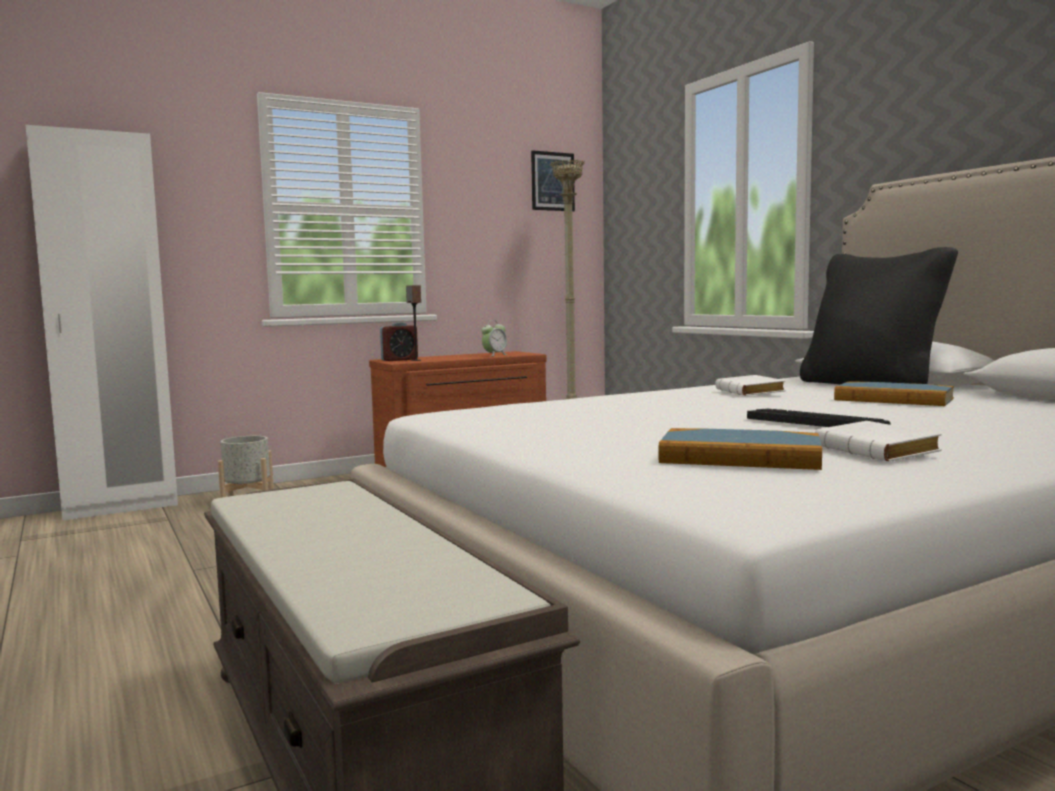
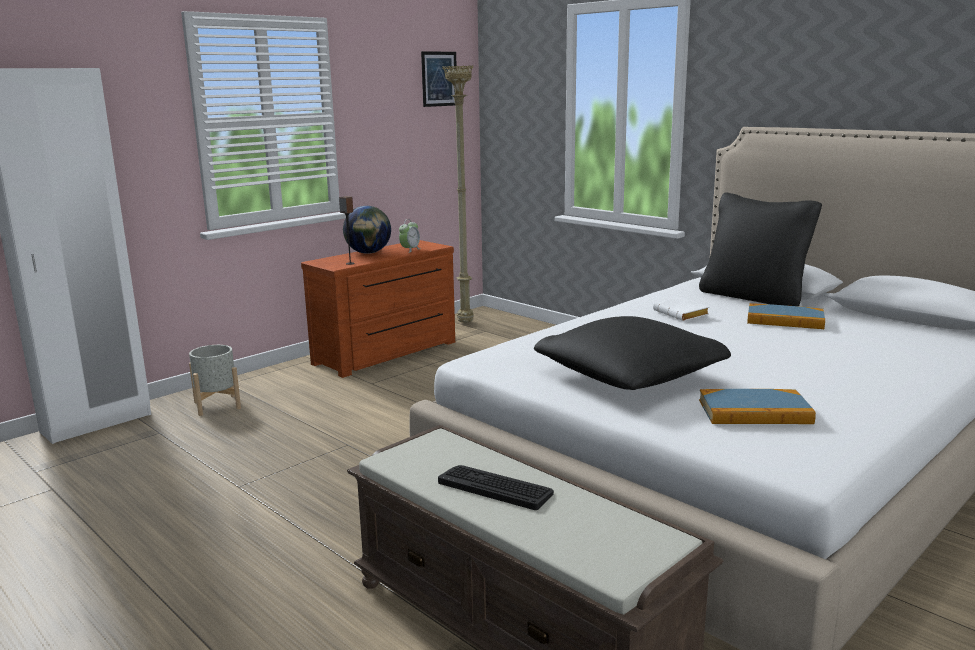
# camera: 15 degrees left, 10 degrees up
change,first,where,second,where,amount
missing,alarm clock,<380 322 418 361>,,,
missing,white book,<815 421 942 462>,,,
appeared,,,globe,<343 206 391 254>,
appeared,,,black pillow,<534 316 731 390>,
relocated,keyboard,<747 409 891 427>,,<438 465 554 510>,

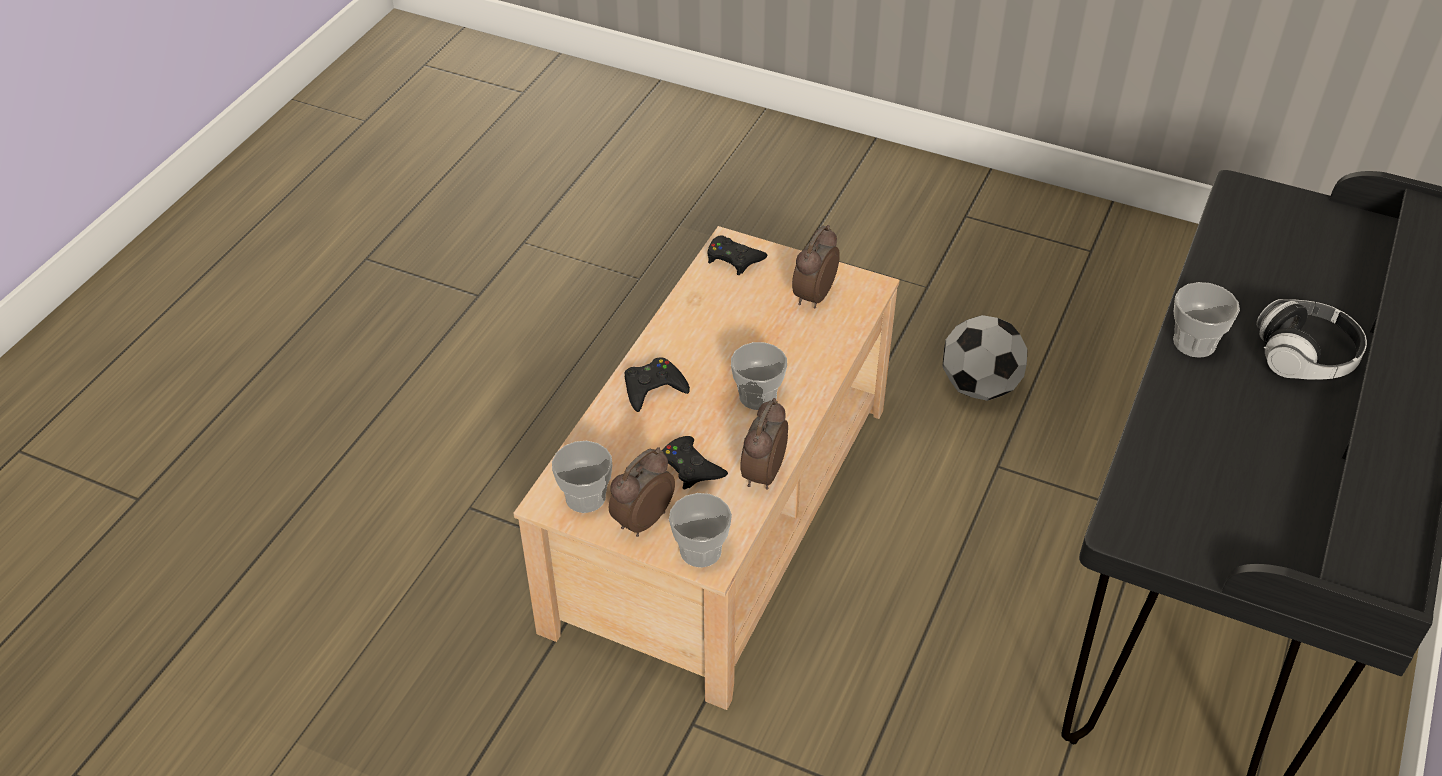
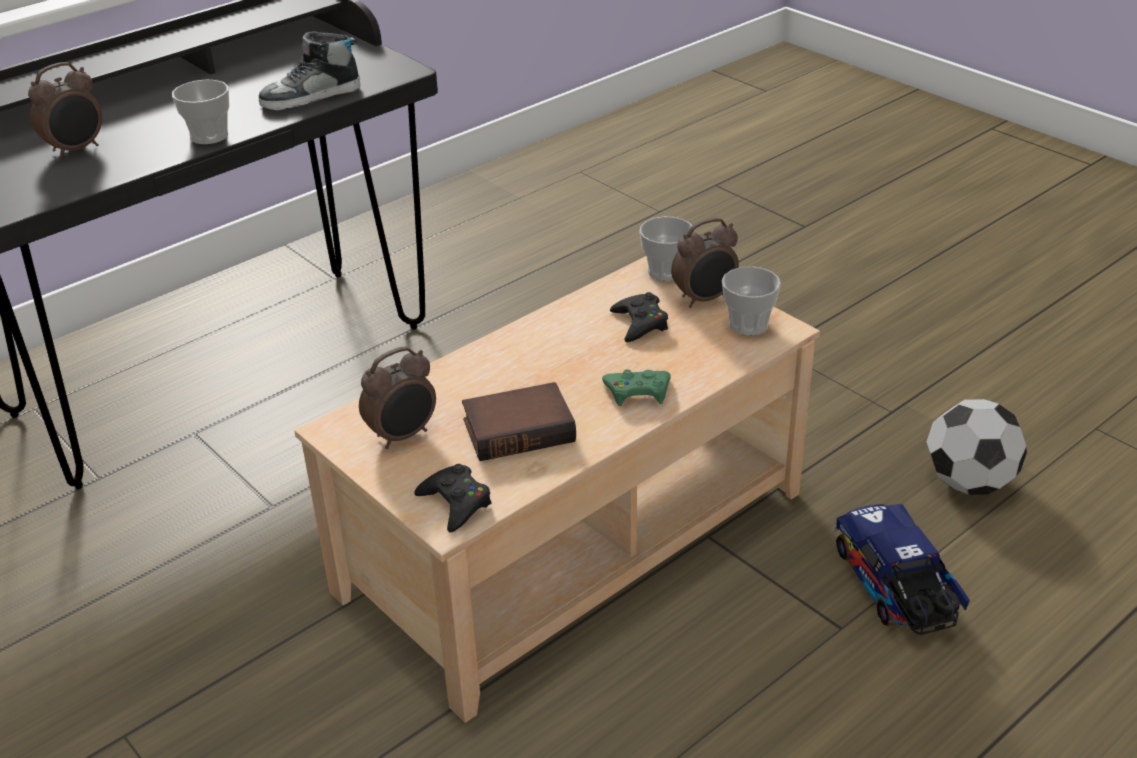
# camera: 155 degrees left, 10 degrees down
change,first,where,second,where,amount
missing,cup,<731 342 787 410>,,,
missing,headphones,<1256 299 1367 380>,,,
appeared,,,shoe,<259 31 360 110>,
appeared,,,book,<462 382 576 461>,
appeared,,,toy truck,<835 504 970 635>,
relocated,alarm clock,<740 398 788 490>,,<28 62 102 159>,
relocated,football,<942 315 1028 401>,,<926 399 1027 495>,
colour,black game controller,<624 358 690 412>,green game controller,<602 369 671 406>,

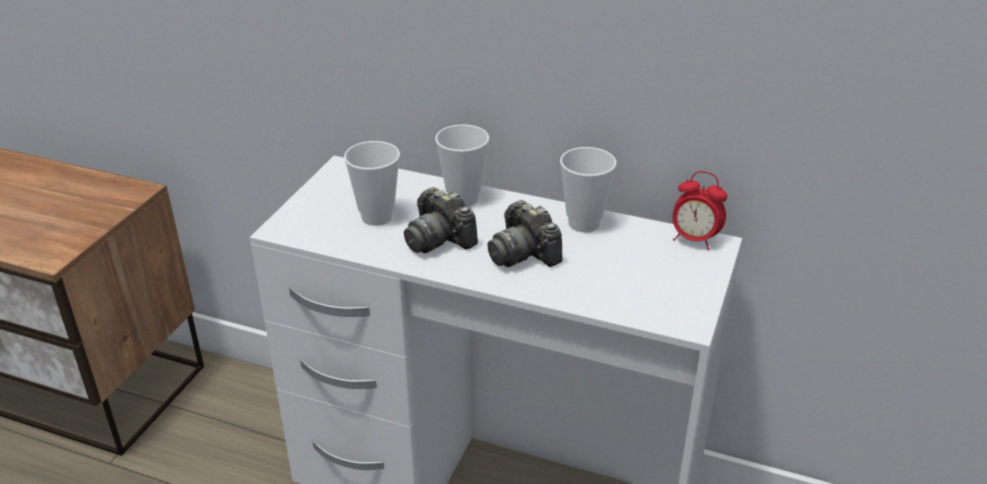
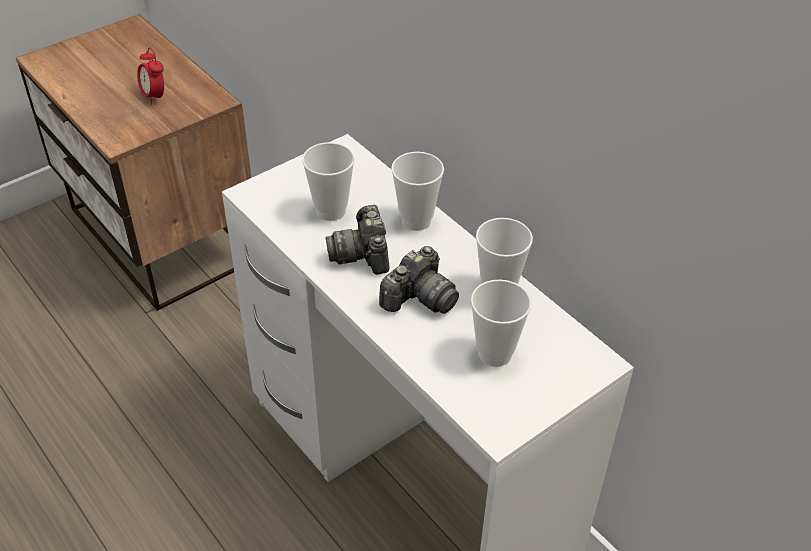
# camera: 30 degrees right, 10 degrees up
change,first,where,second,where,amount
appeared,,,cup,<471 279 531 367>,
relocated,alarm clock,<673 171 727 250>,,<137 48 164 105>,
spun,photo camera,<487 200 563 267>,,<379 246 459 314>,135 degrees counterclockwise

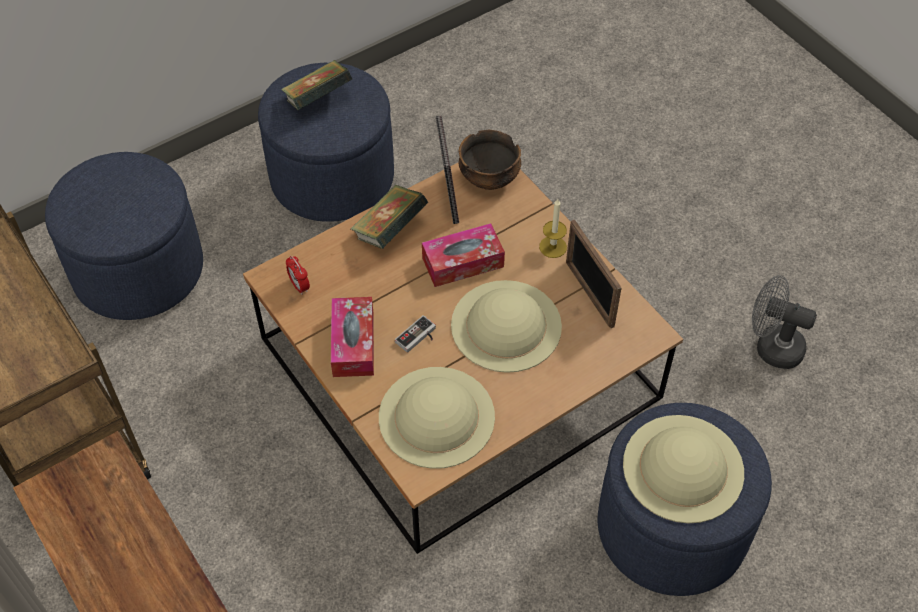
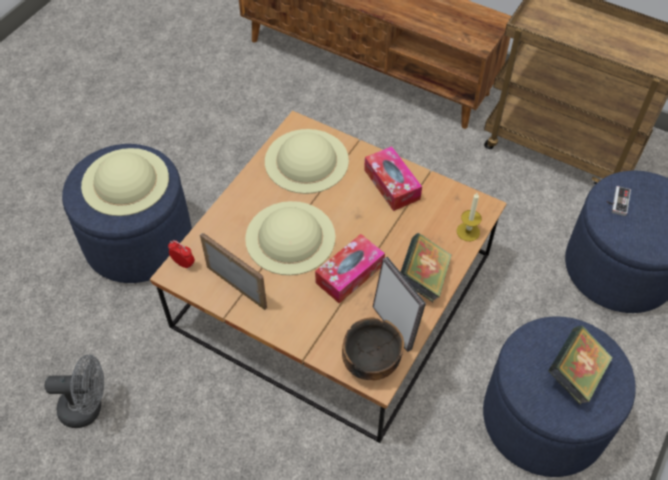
# camera: 155 degrees right, 0 degrees up
change,first,where,second,where,amount
relocated,alarm clock,<286 256 310 295>,,<168 240 195 269>,
relocated,game controller,<395 315 436 353>,,<606 186 631 216>,
relocated,candle,<539 199 567 258>,,<457 193 482 241>,

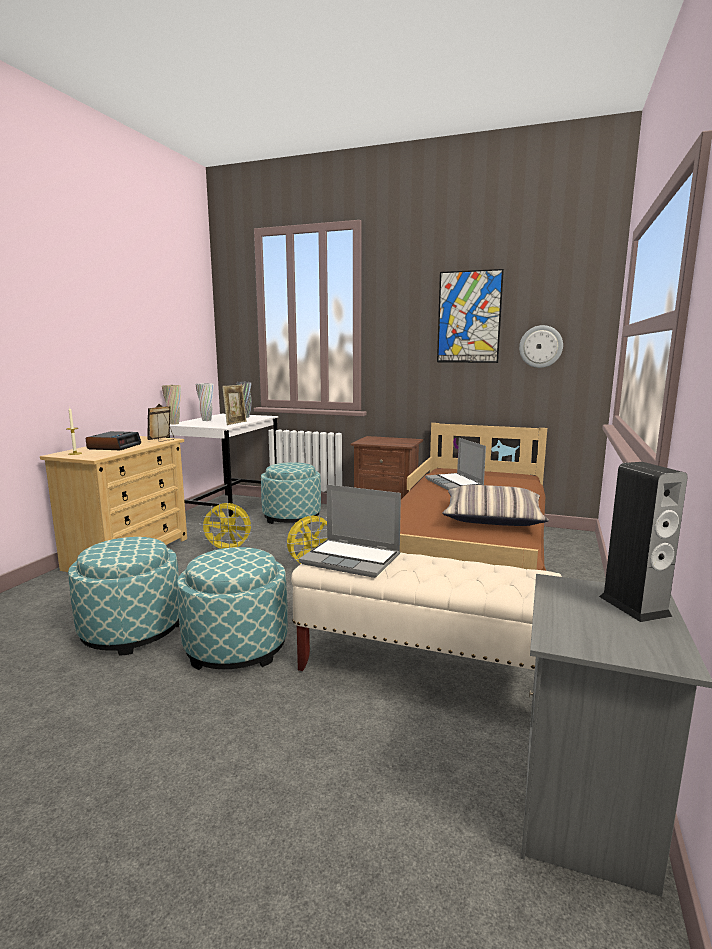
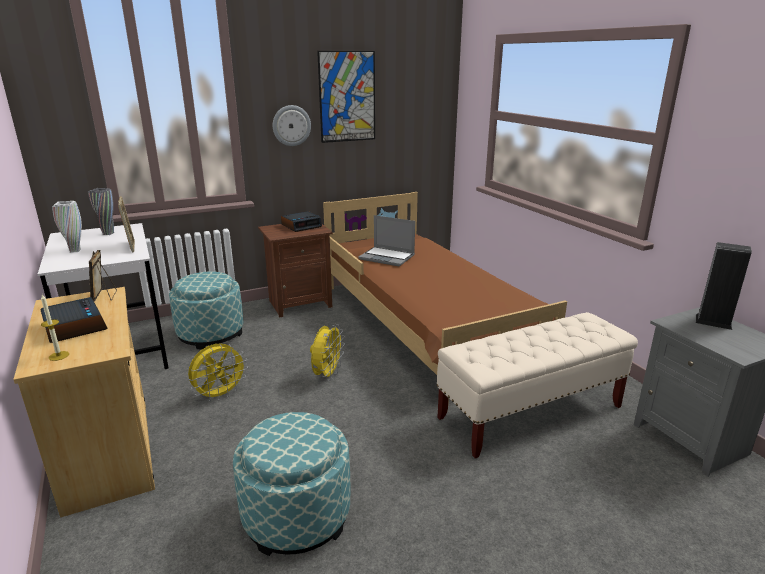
# camera: 45 degrees left, 10 degrees up
change,first,where,second,where,amount
missing,beige vase,<162 385 181 425>,,,
missing,ottoman,<177 547 288 670>,,,
missing,laptop,<299 484 401 578>,,,
missing,pillow,<442 485 549 526>,,,
appeared,,,alarm clock,<281 211 322 232>,
relocated,wall clock,<519 325 563 368>,,<273 105 311 146>,

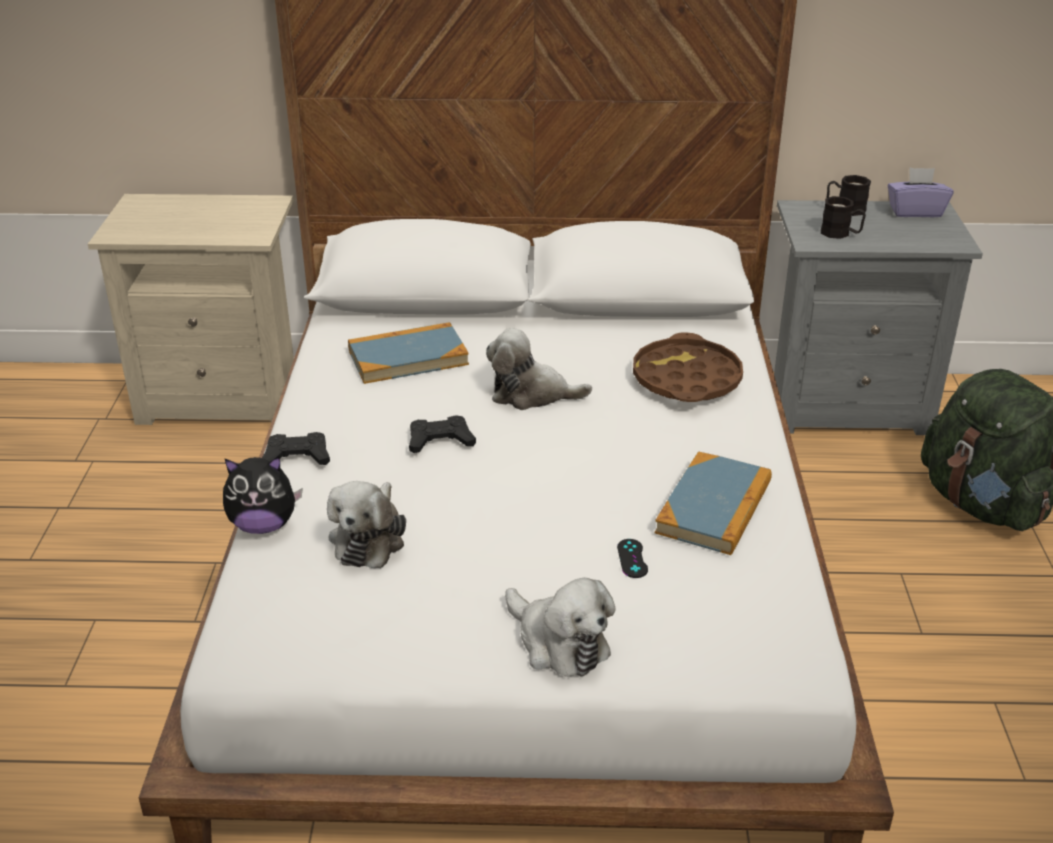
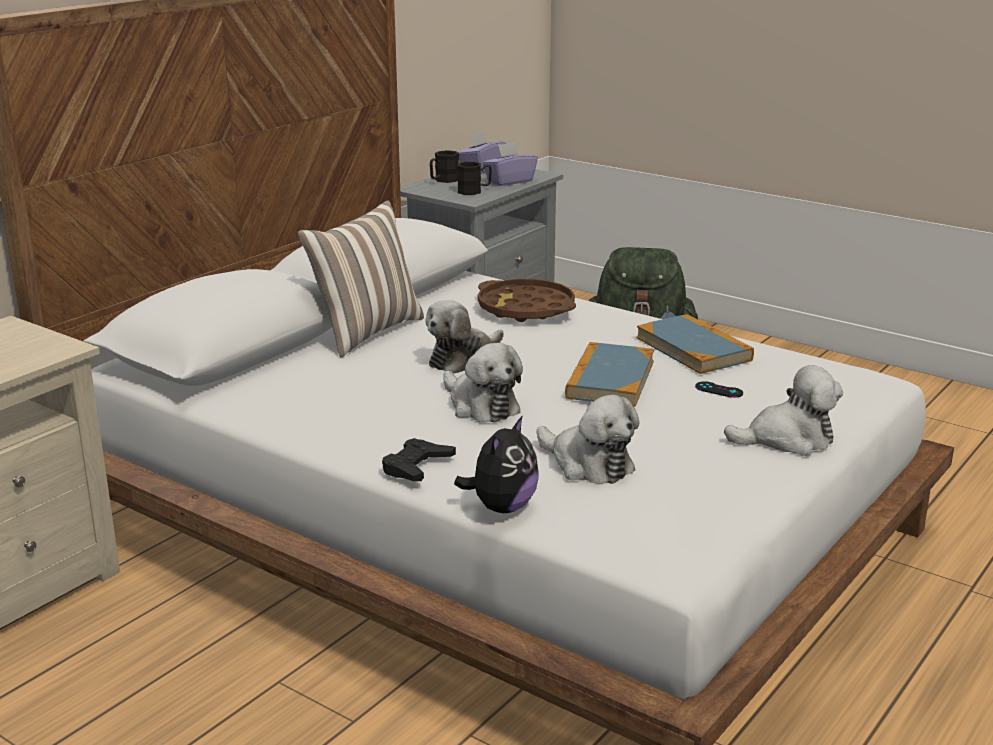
# camera: 55 degrees left, 10 degrees down
change,first,where,second,where,amount
appeared,,,pillow,<298 201 424 357>,
appeared,,,purple tissue box,<483 142 538 186>,
relocated,book,<348 322 469 384>,,<565 342 654 407>,
exchanged,black game controller,<409 415 476 453>,plush toy,<443 343 523 423>,

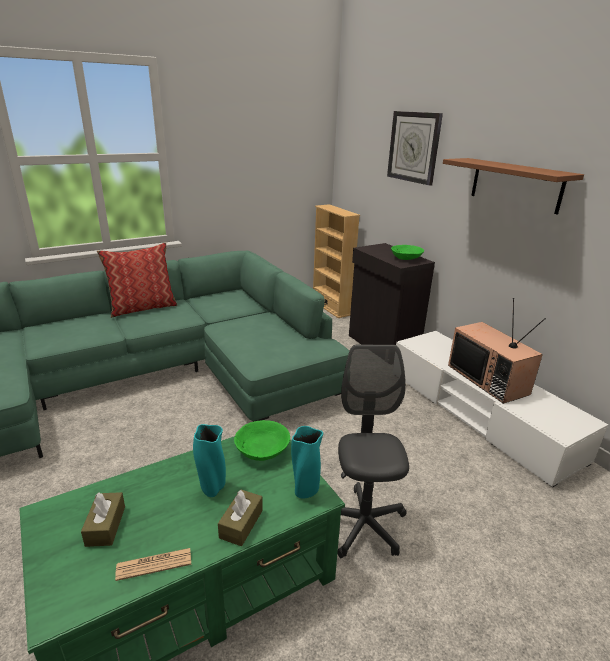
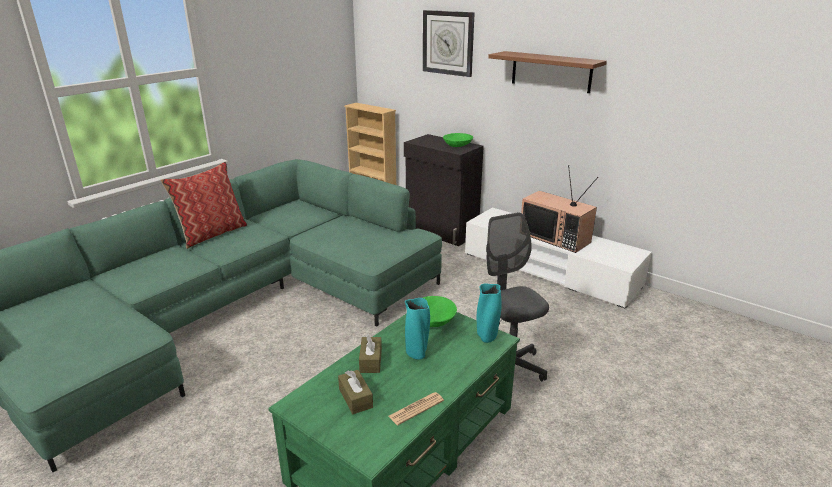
# camera: 20 degrees left, 0 degrees up
change,first,where,second,where,amount
relocated,brown tissue box,<218 489 263 546>,,<359 334 382 373>,

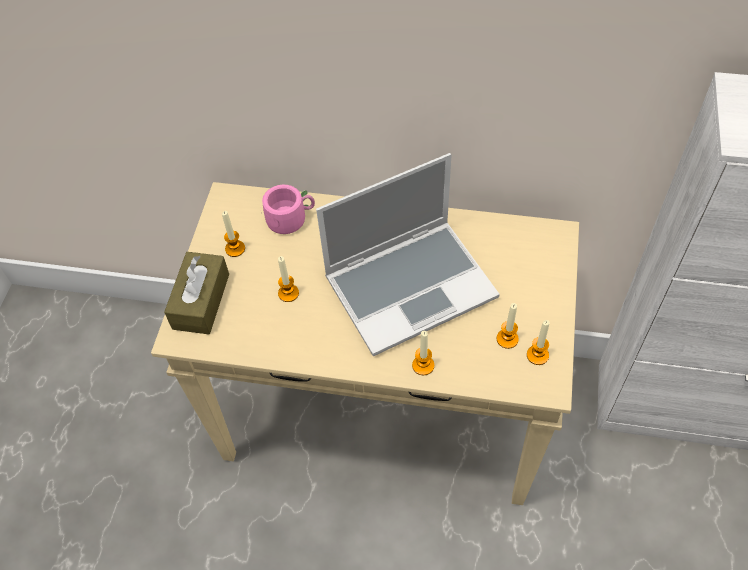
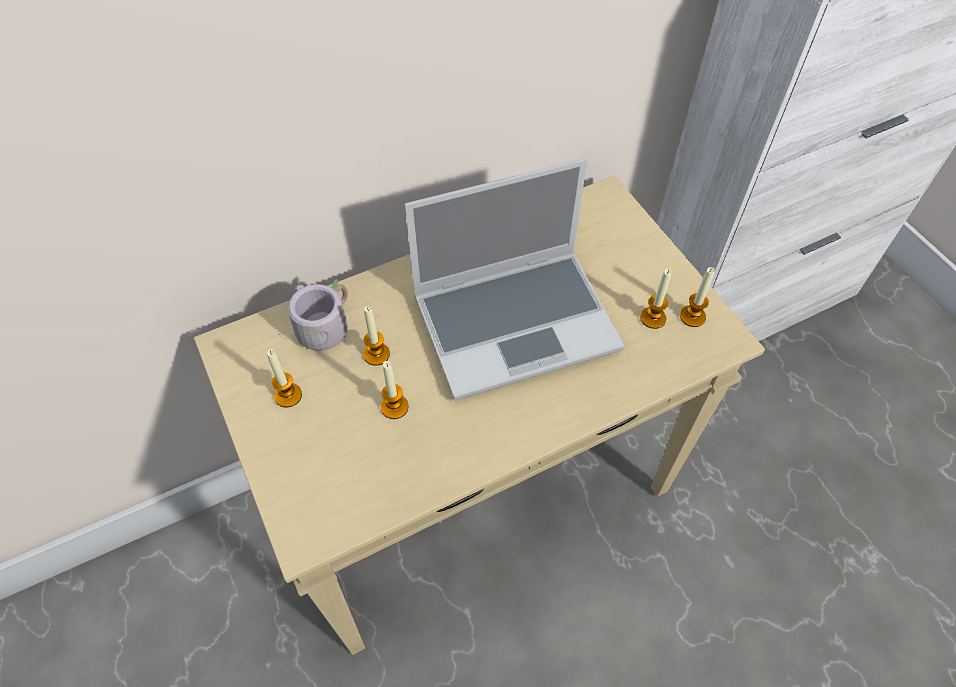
# camera: 40 degrees left, 0 degrees up
change,first,where,second,where,amount
missing,brown tissue box,<164 252 229 334>,,,
relocated,candle,<412 331 434 376>,,<363 307 390 366>,
colour,pink mug,<261 185 315 234>,grey mug,<280 279 348 350>,
spun,laptop,<316 153 500 356>,,<405 158 625 401>,45 degrees clockwise

